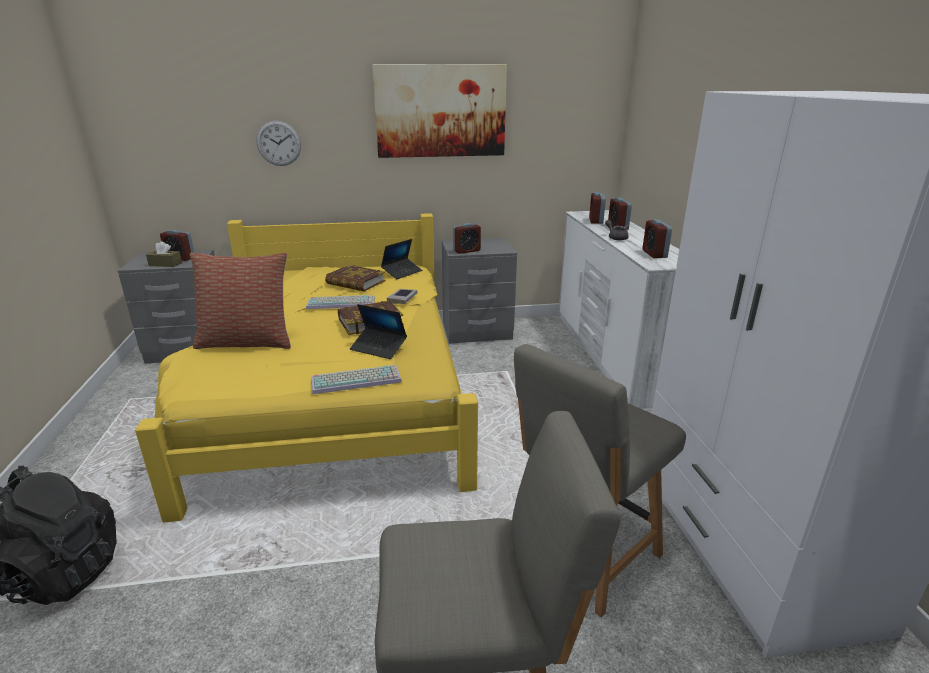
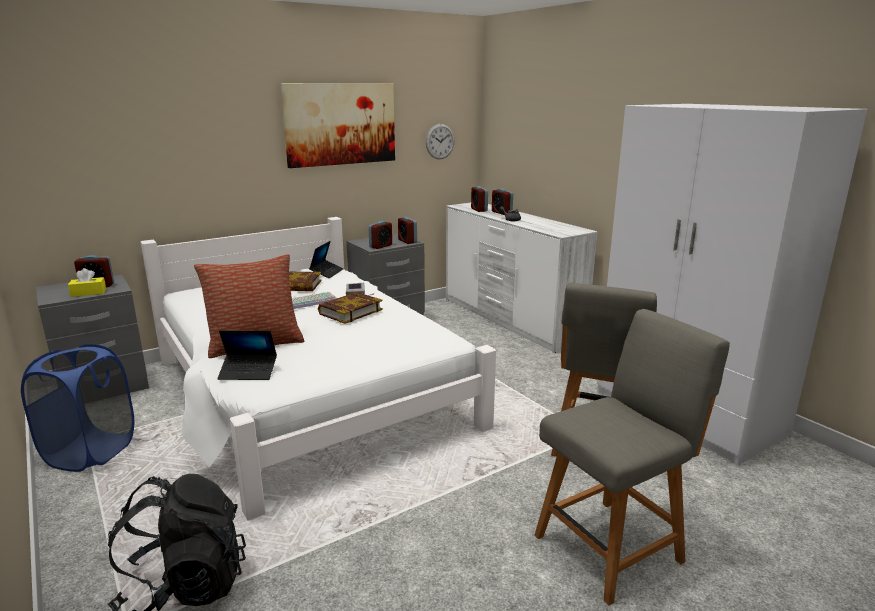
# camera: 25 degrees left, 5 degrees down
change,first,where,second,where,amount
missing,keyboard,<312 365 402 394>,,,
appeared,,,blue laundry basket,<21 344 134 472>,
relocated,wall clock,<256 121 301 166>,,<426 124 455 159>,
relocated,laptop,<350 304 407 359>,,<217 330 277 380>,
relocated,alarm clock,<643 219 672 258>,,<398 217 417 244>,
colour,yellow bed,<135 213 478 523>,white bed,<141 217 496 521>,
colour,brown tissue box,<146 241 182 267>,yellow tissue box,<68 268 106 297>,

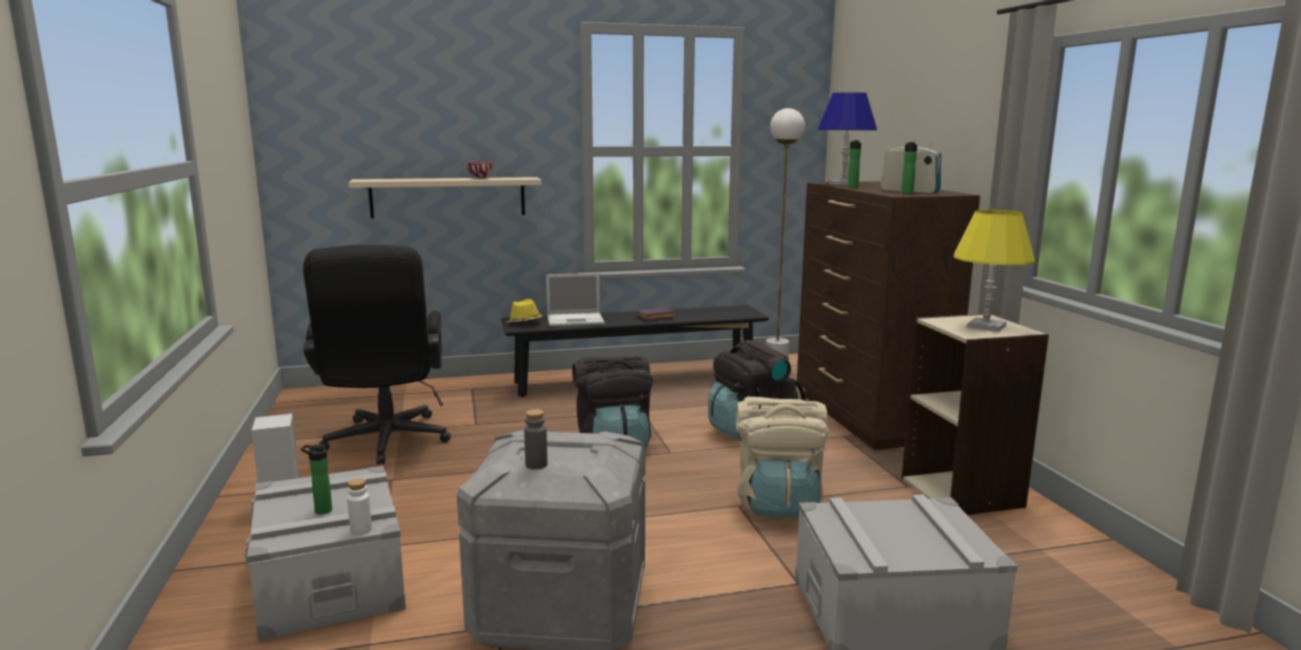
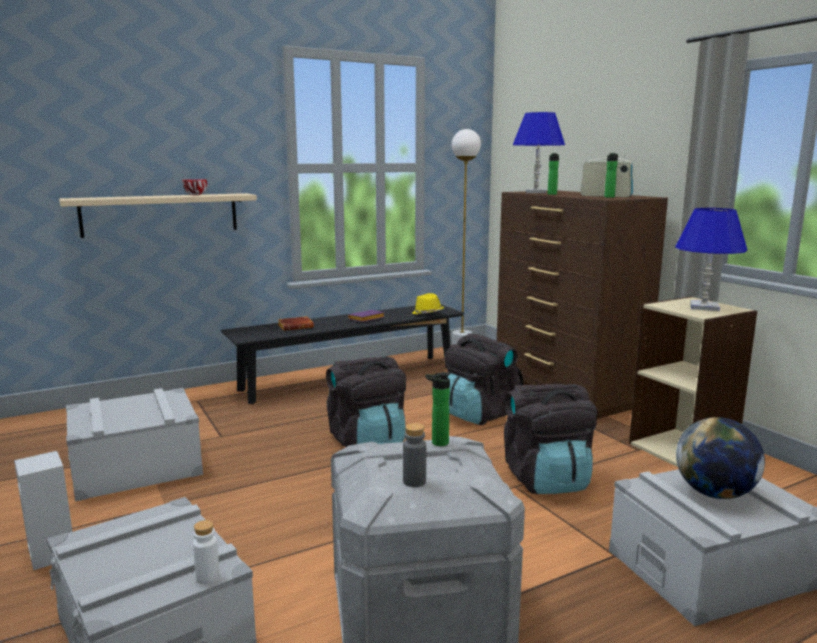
# camera: 15 degrees left, 0 degrees up
change,first,where,second,where,amount
appeared,,,globe,<676 417 765 499>,
relocated,bottle,<301 444 332 515>,,<425 372 450 446>,
relocated,yellow hat,<507 299 543 322>,,<412 293 444 315>,
exchanged,black office chair,<303 245 451 464>,grey storage box,<66 388 203 501>,
exchanged,laptop,<546 273 605 327>,brown book,<278 316 314 331>,
colour,beige backpack,<736 397 829 518>,black backpack,<504 384 598 494>,
colour,yellow table lamp,<954 210 1035 332>,blue table lamp,<675 208 747 311>,

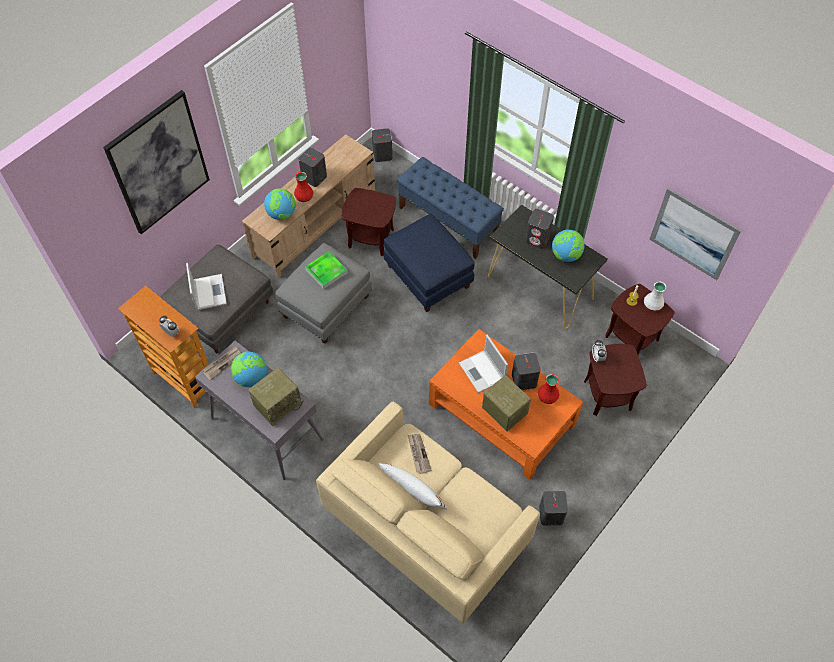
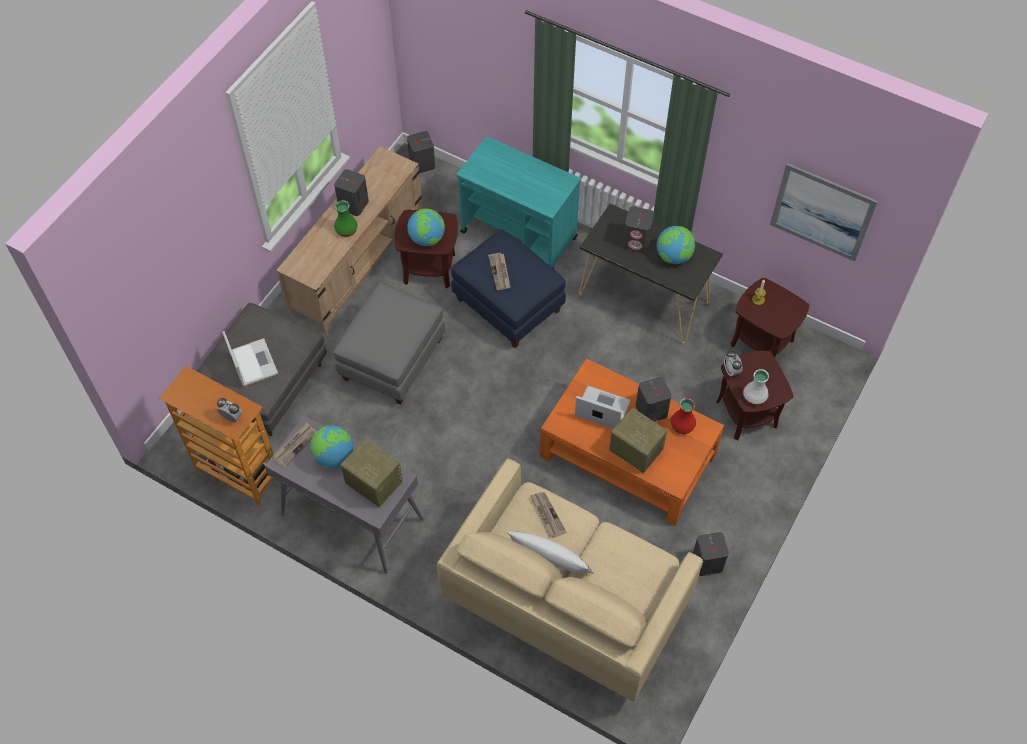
# camera: 10 degrees left, 0 degrees up
change,first,where,second,where,amount
missing,picture,<103 90 210 234>,,,
missing,tray,<305 251 348 289>,,,
appeared,,,newspaper,<488 253 510 290>,
relocated,globe,<264 188 296 220>,,<407 209 445 246>,
relocated,white vase,<644 281 666 312>,,<743 369 769 405>,
exchanged,blue bench,<397 157 504 259>,turquoise cart,<457 136 581 269>,
colour,red vase,<294 172 313 202>,green vase,<334 200 358 237>,
spun,radio,<248 368 303 426>,,<341 439 403 507>,90 degrees counterclockwise
spun,laptop,<459 335 508 393>,,<575 385 631 429>,150 degrees clockwise

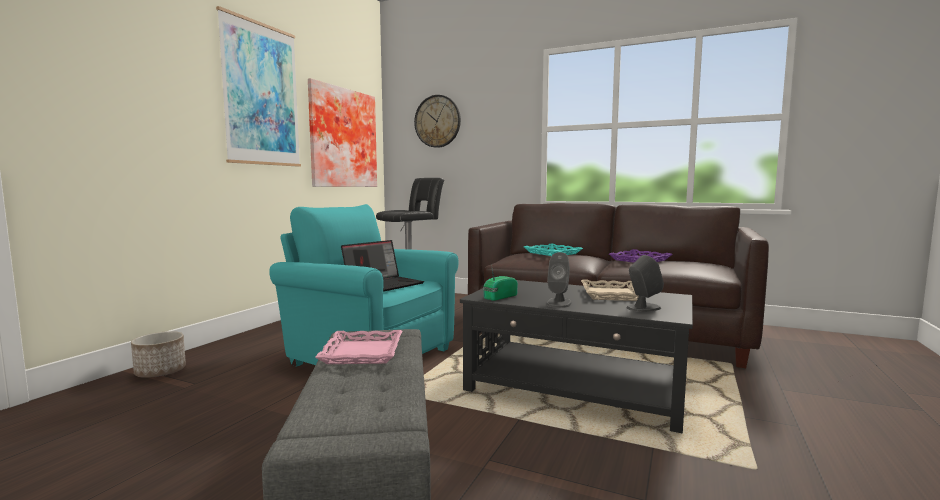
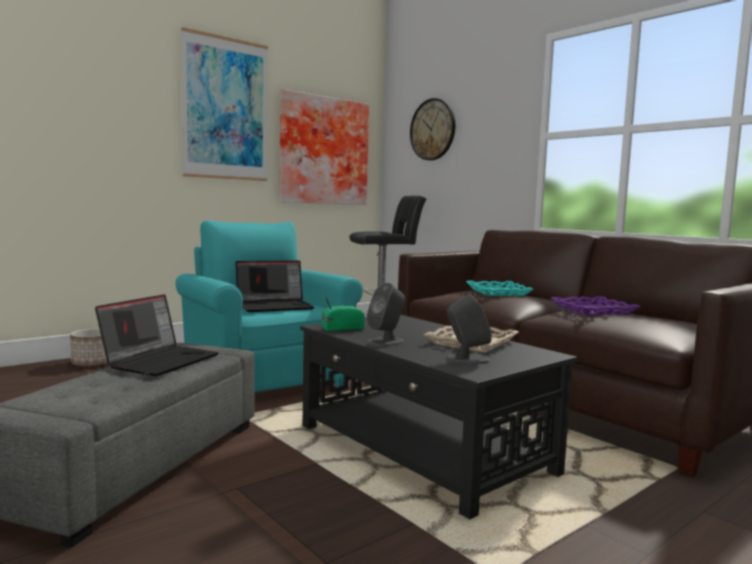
# camera: 25 degrees right, 0 degrees up
change,first,where,second,where,amount
exchanged,pink tray,<315 330 402 364>,laptop,<95 294 219 376>,

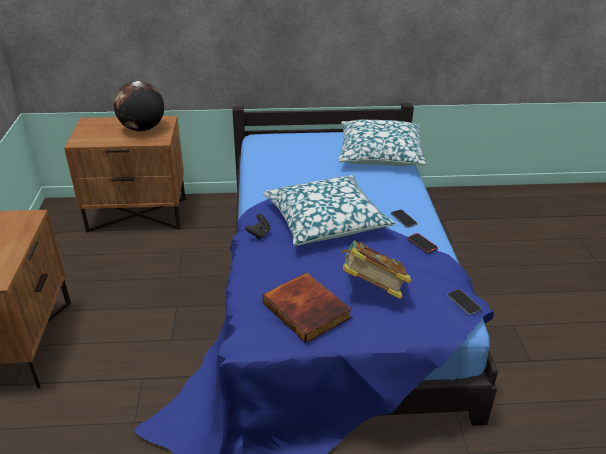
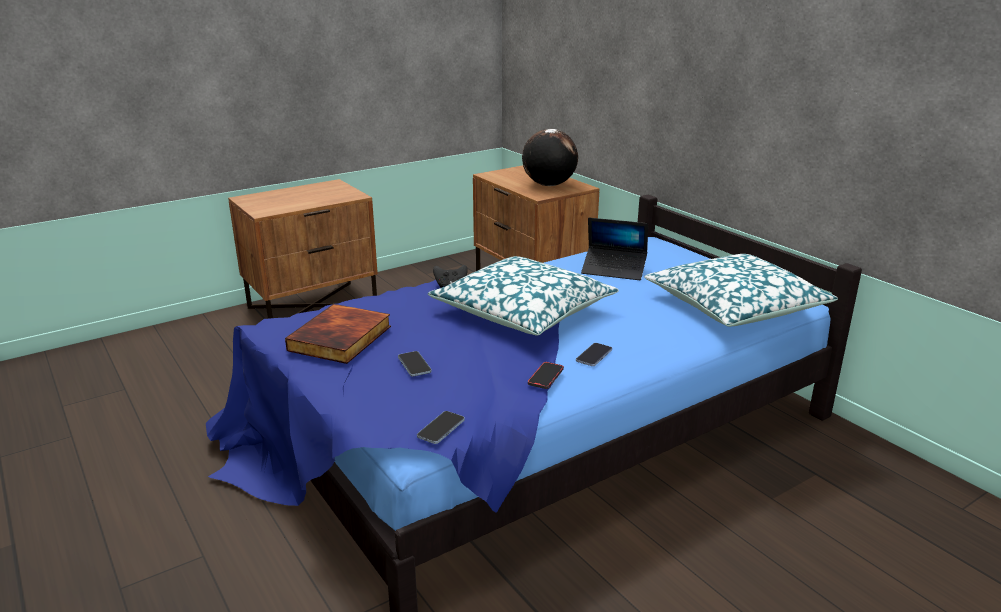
# camera: 60 degrees right, 10 degrees down
change,first,where,second,where,amount
appeared,,,laptop,<581 218 648 280>,
exchanged,book,<341 240 411 299>,phone,<398 351 432 376>,

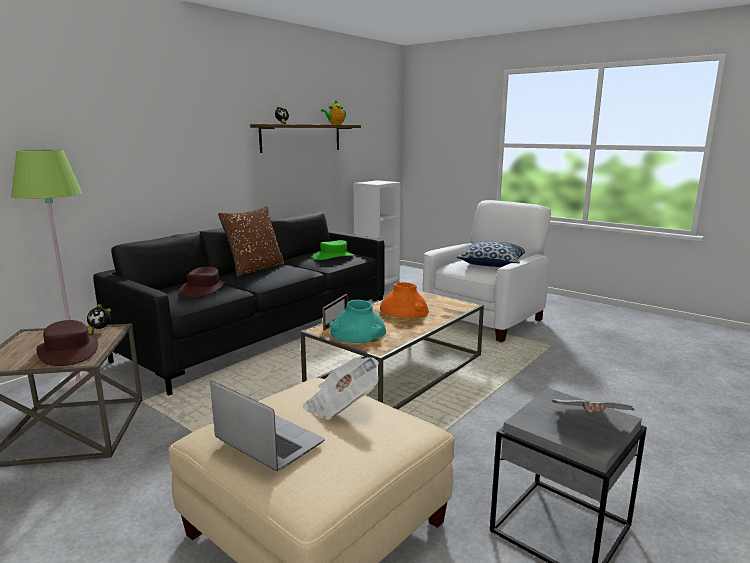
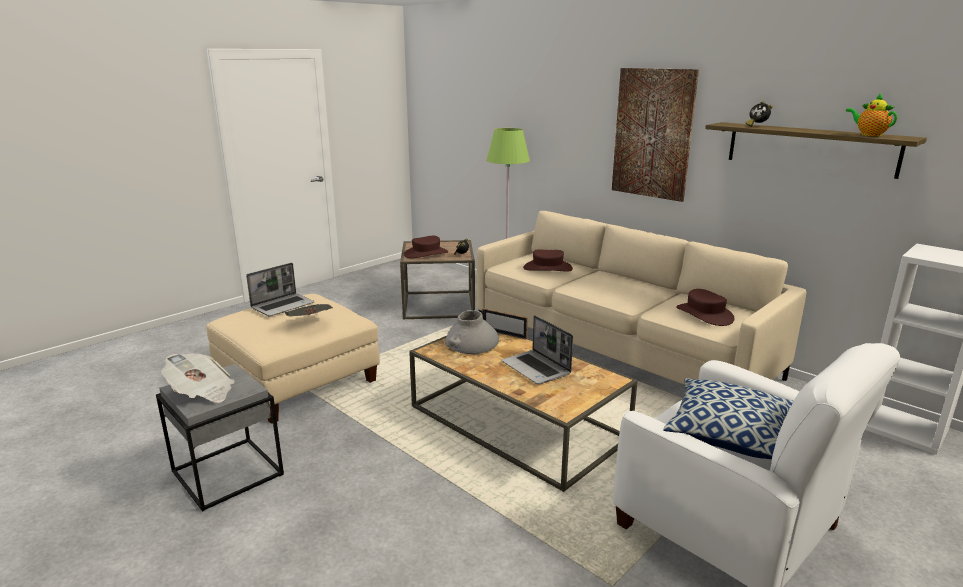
# camera: 95 degrees right, 5 degrees up
change,first,where,second,where,amount
missing,brown pillow,<218 206 285 277>,,,
appeared,,,picture,<612 68 699 202>,
exchanged,orange vase,<380 282 429 318>,laptop,<501 315 573 384>,
colour,black sofa,<93 212 385 395>,beige sofa,<477 211 806 385>,
colour,green hat,<313 240 355 260>,brown hat,<676 289 735 326>,
colour,turquoise vase,<329 300 386 343>,grey vase,<445 310 499 354>,

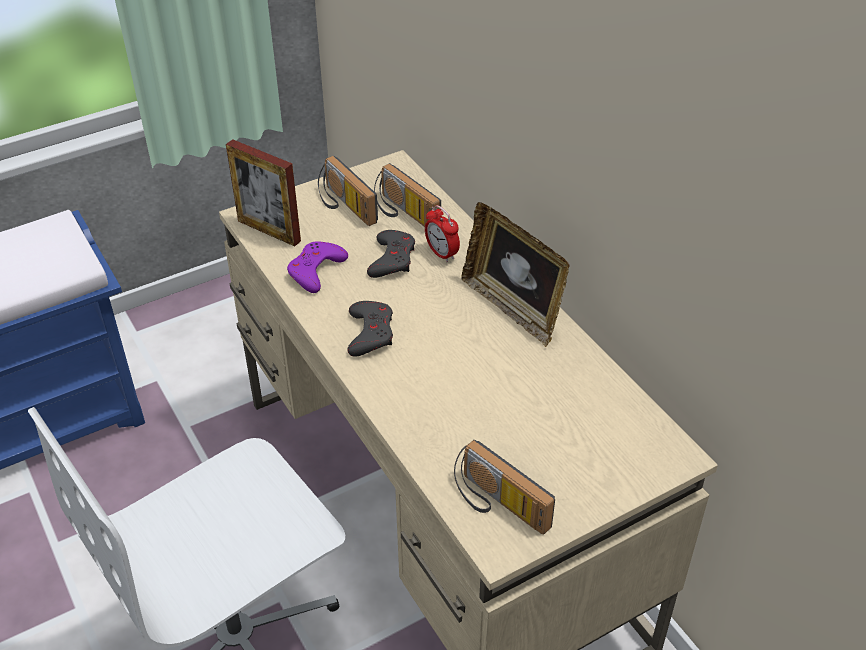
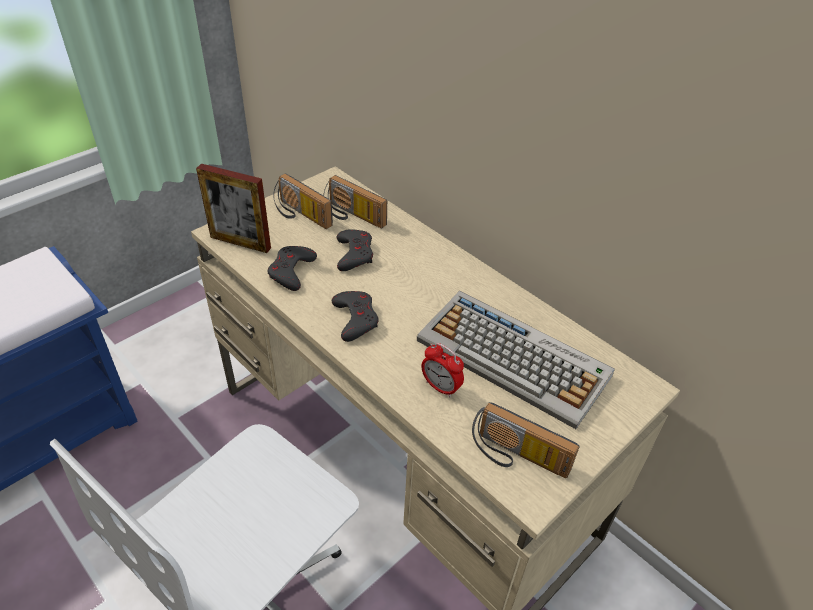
# camera: 15 degrees left, 0 degrees up
change,first,where,second,where,amount
missing,picture frame,<462 202 569 347>,,,
appeared,,,keyboard,<417 291 615 429>,
relocated,alarm clock,<425 205 460 262>,,<421 343 464 397>,
colour,purple game controller,<287 241 348 293>,grey game controller,<268 246 317 291>,

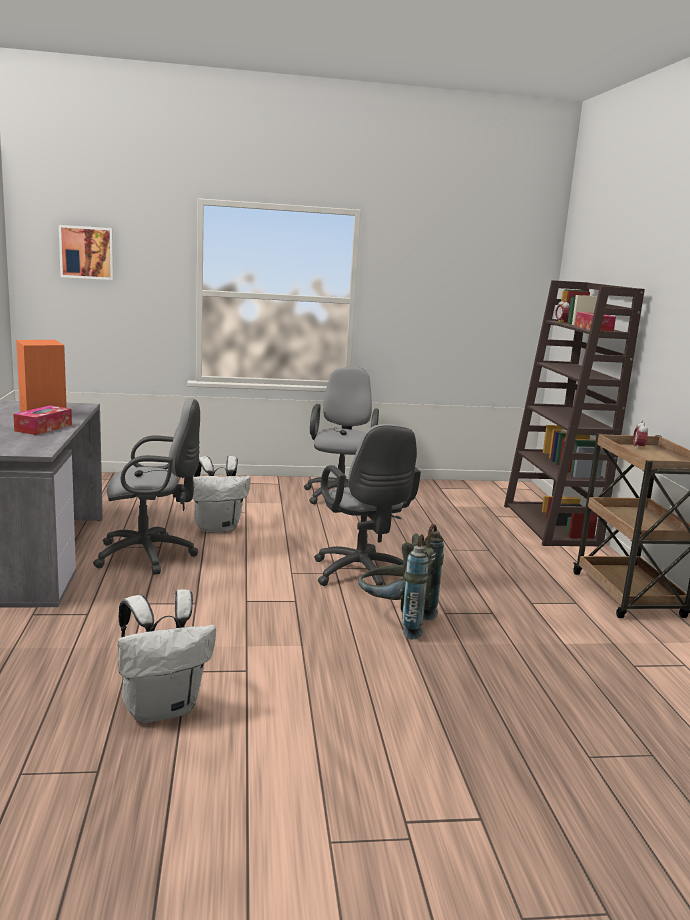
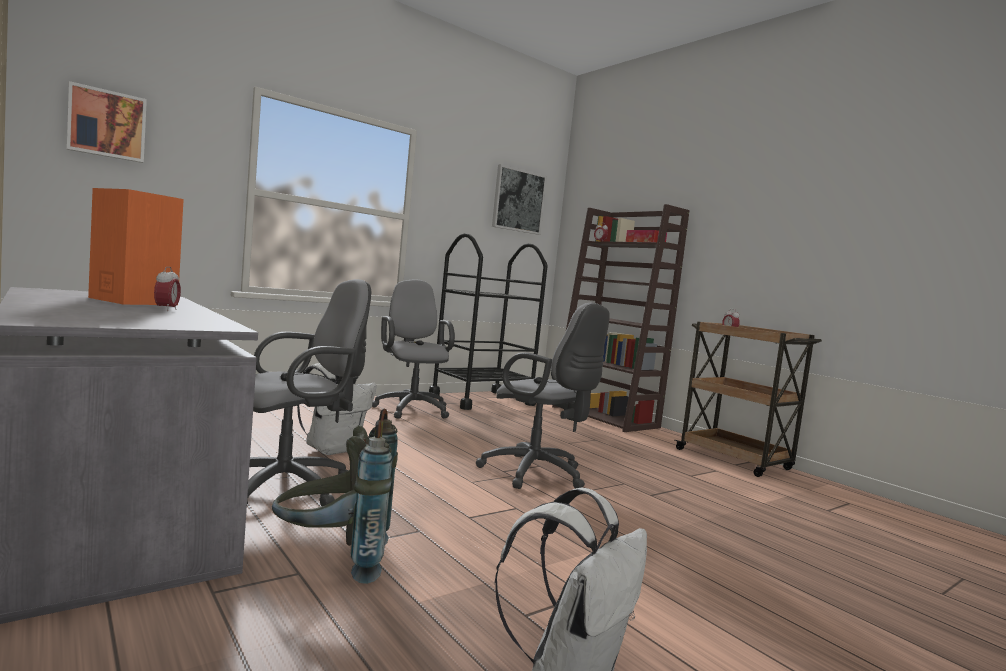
# camera: 30 degrees left, 10 degrees down
change,first,where,second,where,amount
appeared,,,black cart,<429 233 548 410>,
appeared,,,picture,<492 164 547 235>,
relocated,grey backpack,<358 524 444 640>,,<272 408 398 584>,
exchanged,tissue box,<13 405 72 435>,alarm clock,<154 267 181 311>,

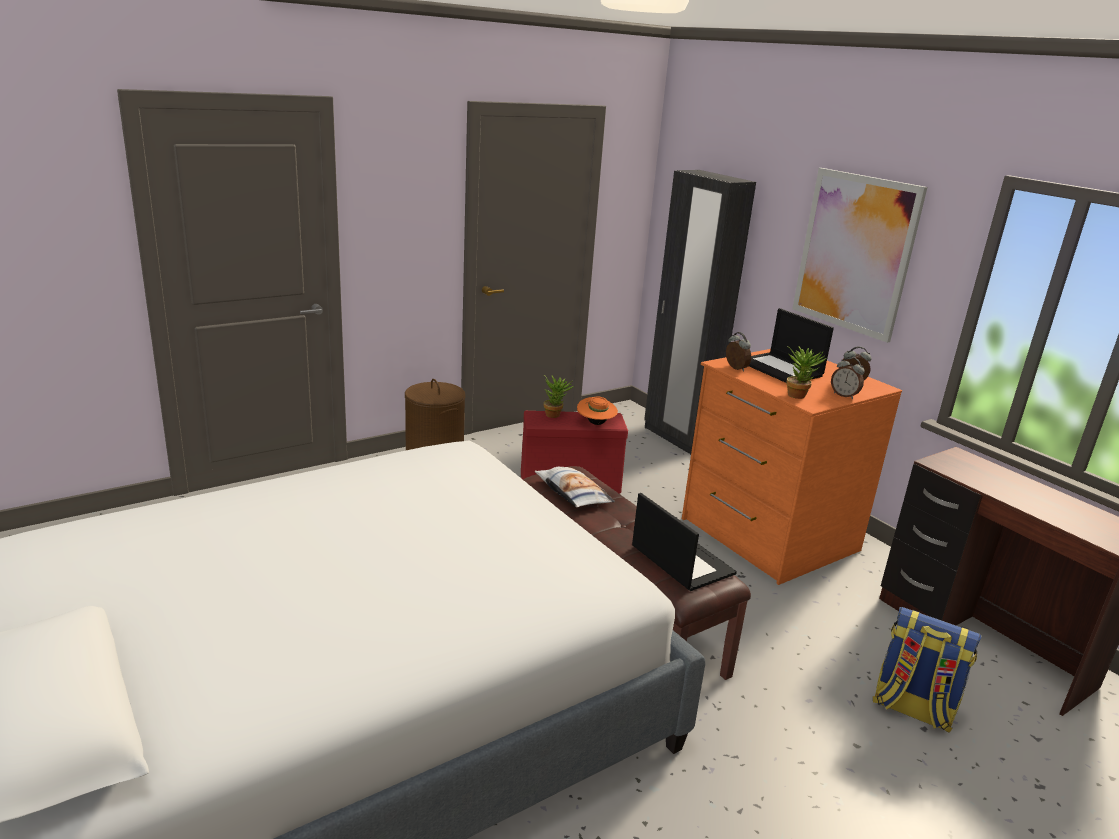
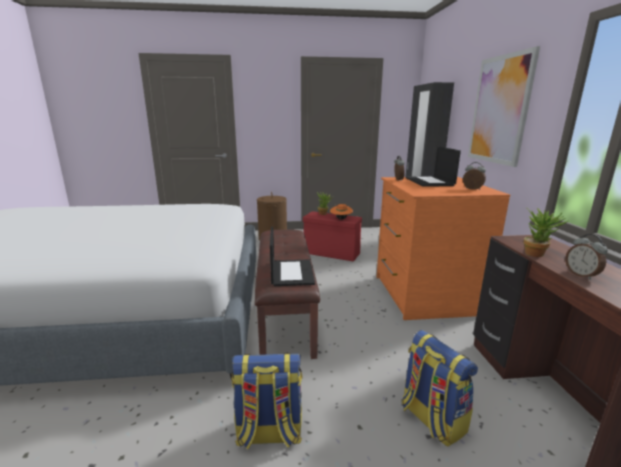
# camera: 30 degrees right, 5 degrees down
change,first,where,second,where,amount
missing,pillow,<535 467 615 508>,,,
appeared,,,backpack,<231 353 302 449>,
relocated,potted plant,<786 346 827 399>,,<524 208 568 257>,
relocated,alarm clock,<831 357 865 399>,,<565 234 608 280>,

